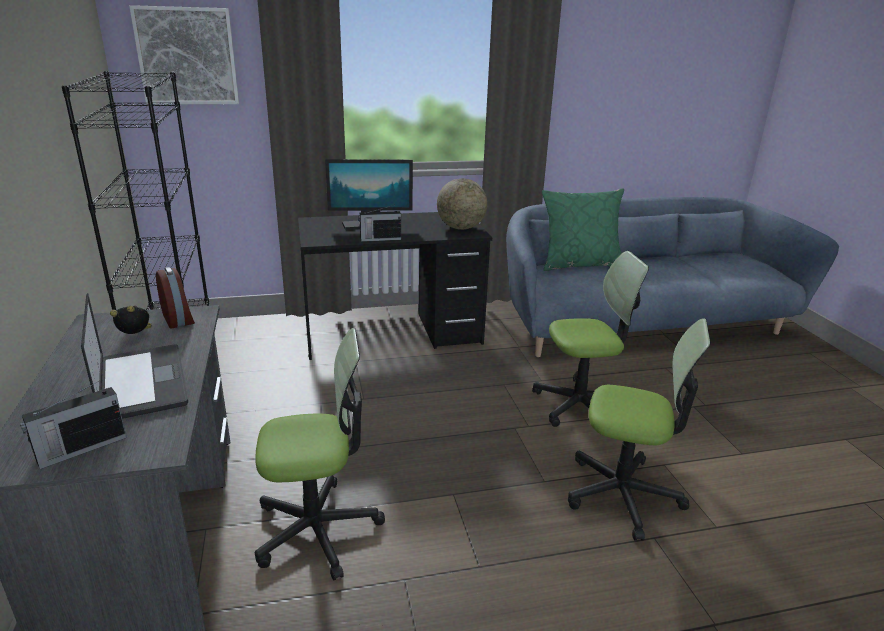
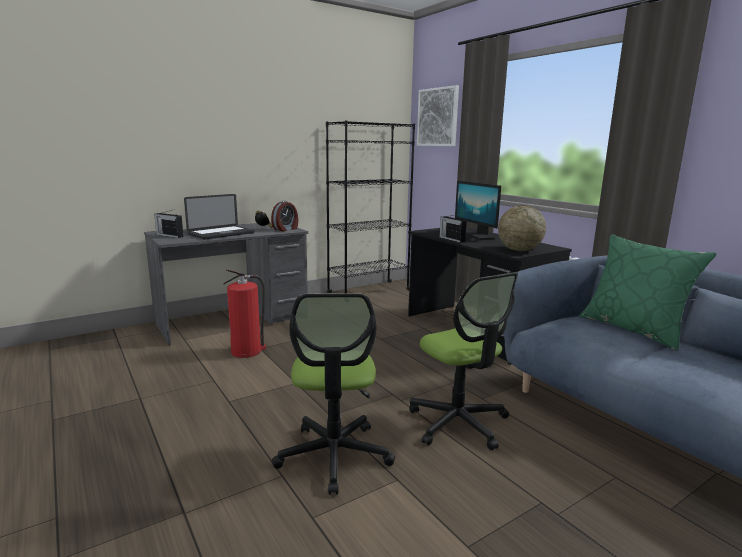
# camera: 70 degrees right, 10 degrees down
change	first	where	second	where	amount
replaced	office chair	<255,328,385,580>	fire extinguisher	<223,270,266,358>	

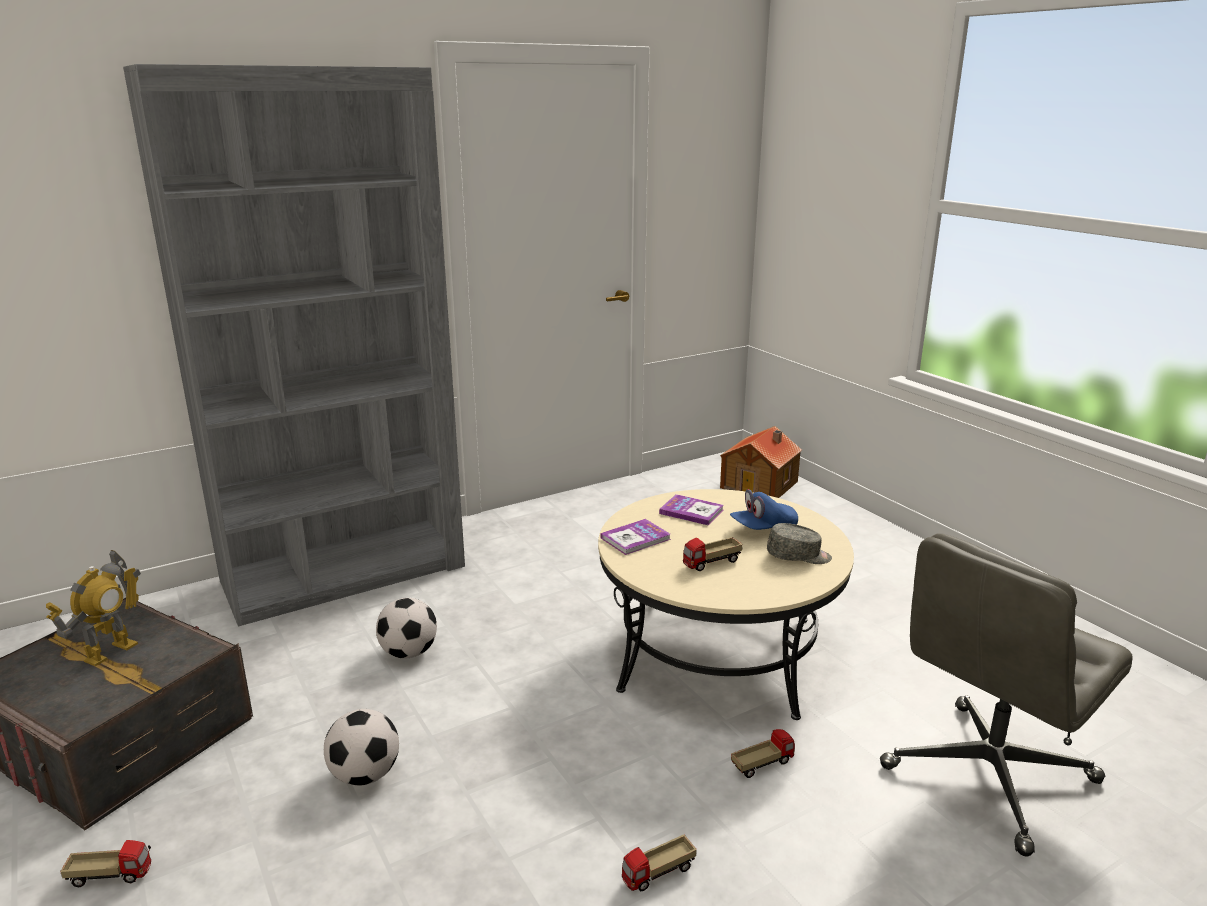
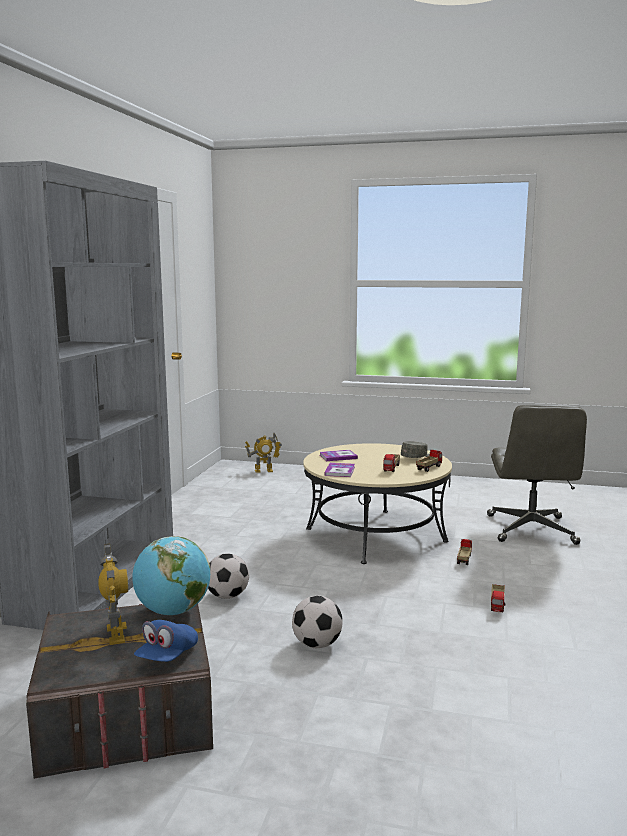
# camera: 45 degrees left, 10 degrees down
change	first	where	second	where	amount
added			globe	<132,536,210,615>	
moved	toy truck	<60,840,151,887>		<416,450,442,472>	
moved	blue cap	<730,489,798,530>		<134,620,198,662>	
replaced	toy house	<720,426,802,498>	toy robot	<245,433,282,473>	

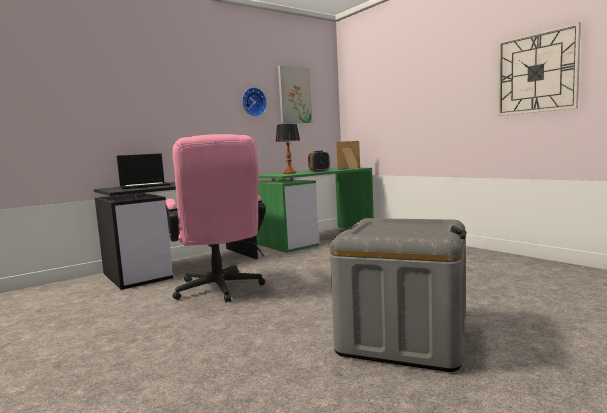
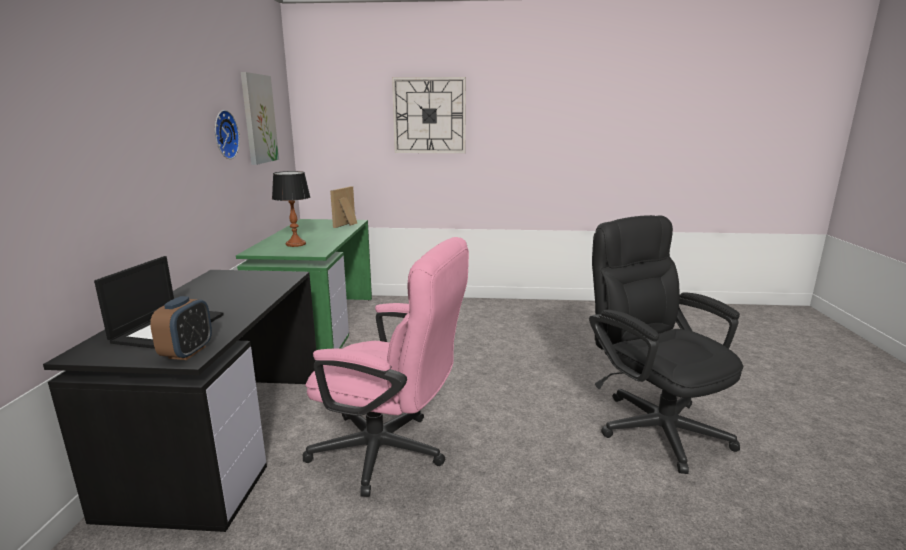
# camera: 50 degrees left, 10 degrees up
change	first	where	second	where	amount
moved	alarm clock	<308,151,330,172>		<150,296,212,360>	
moved	wall clock	<497,22,581,116>		<392,77,466,153>	
replaced	grey storage box	<330,218,466,372>	black office chair	<589,215,743,474>	

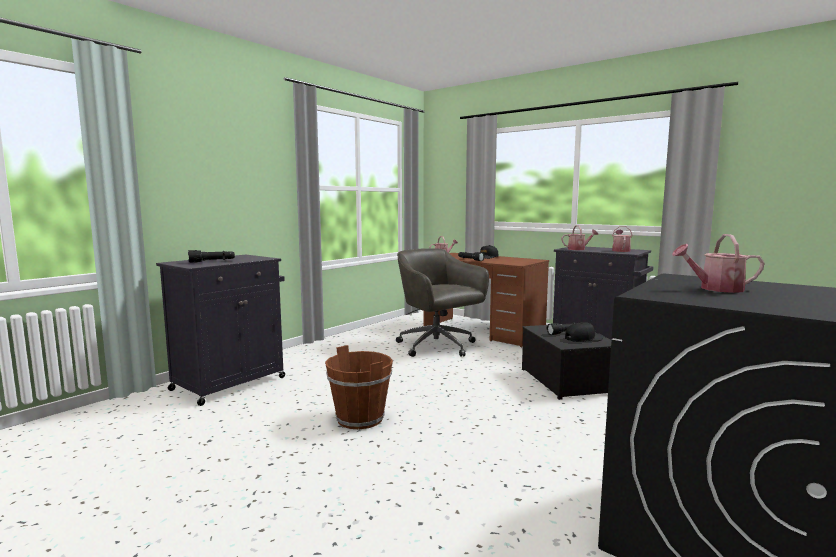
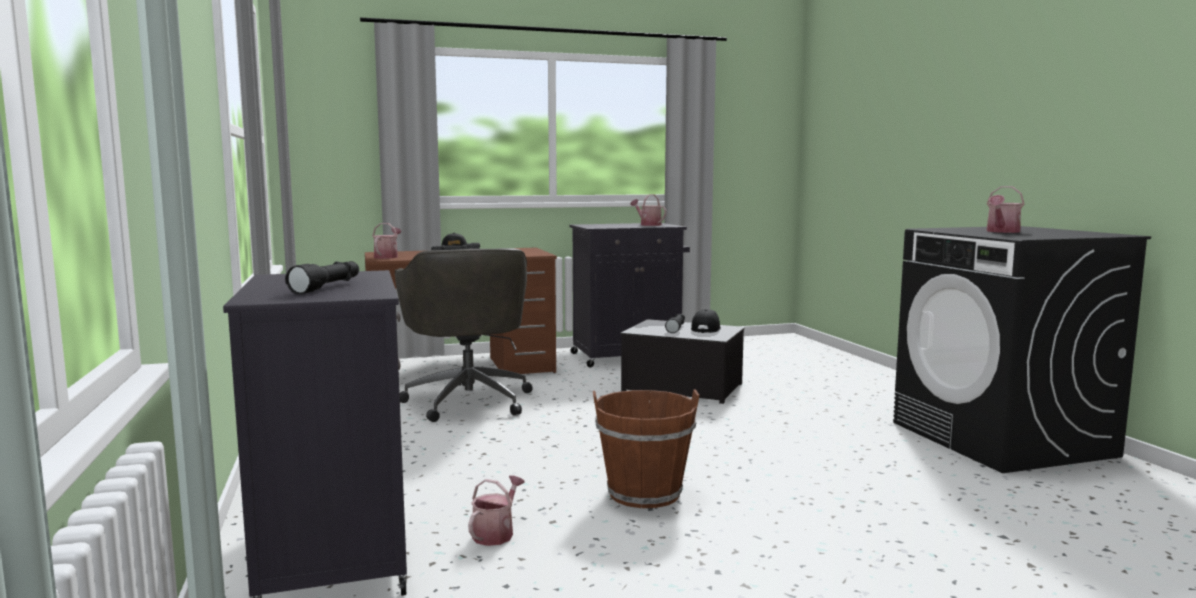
# camera: 55 degrees left, 0 degrees up
change	first	where	second	where	amount
moved	watering can	<562,225,598,250>		<468,475,525,546>	
turned	grey office chair	<396,248,489,357>		<395,248,533,422>	105 degrees counterclockwise

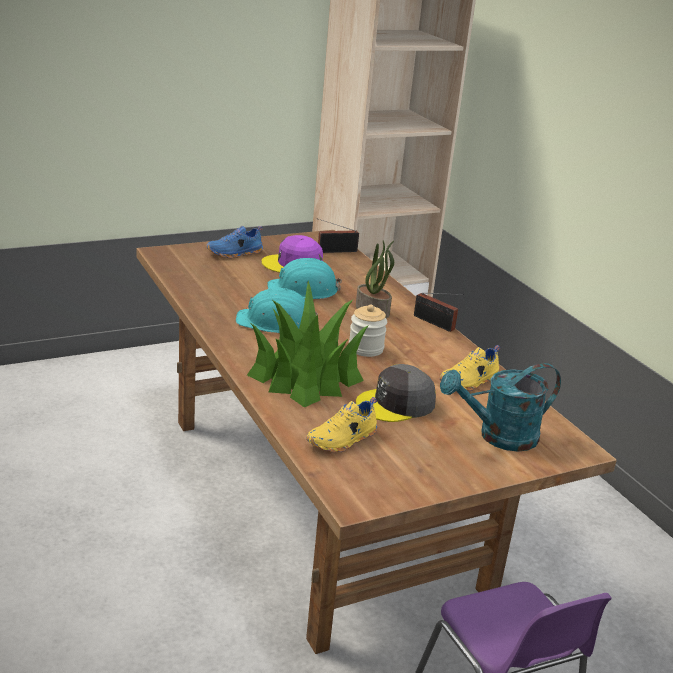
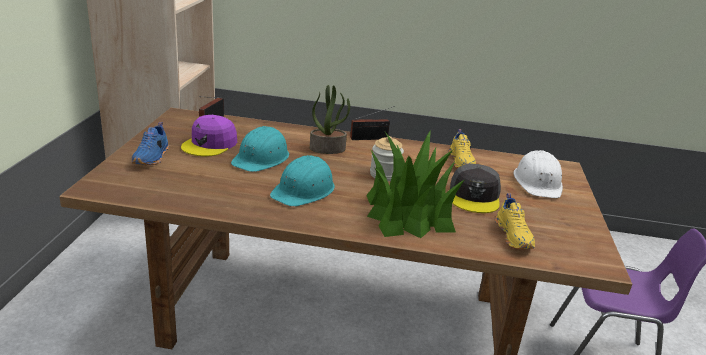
# camera: 55 degrees left, 0 degrees up
change	first	where	second	where	amount
replaced	turquoise watering can	<440,363,561,452>	white hard hat	<513,150,563,198>	

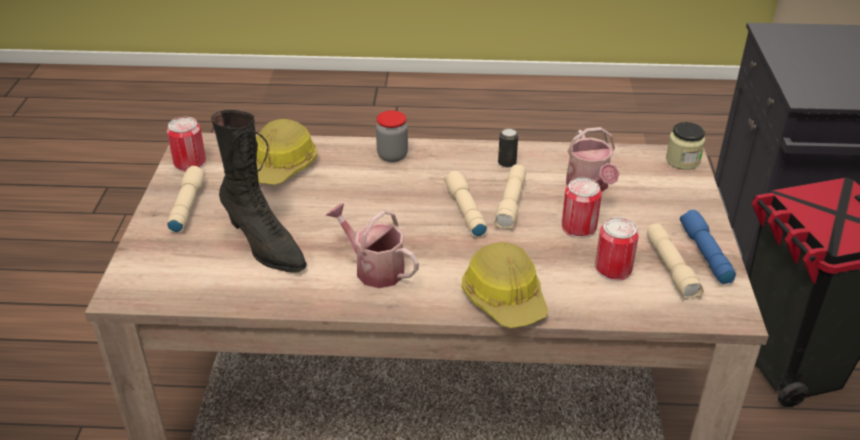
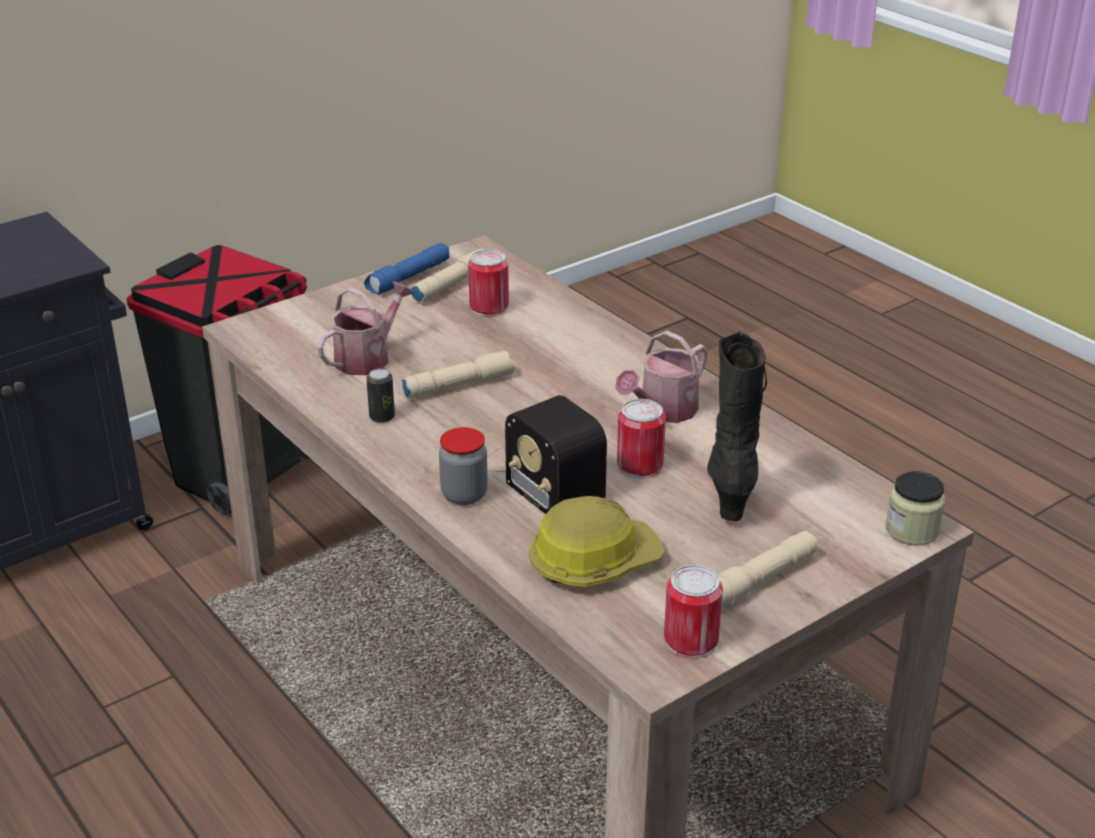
# camera: 130 degrees left, 5 degrees down
change	first	where	second	where	amount
removed	beige flashlight	<444,171,487,237>			
removed	hard hat	<461,242,549,328>			
added			radio	<487,395,607,514>	
moved	can	<562,178,602,238>		<617,399,666,478>	
moved	jar	<666,122,705,170>		<886,471,945,546>	
turned	watering can	<326,203,419,288>		<615,331,708,423>	45 degrees clockwise

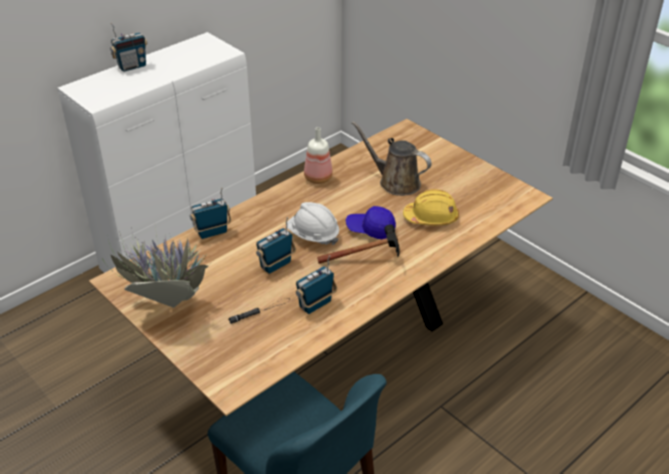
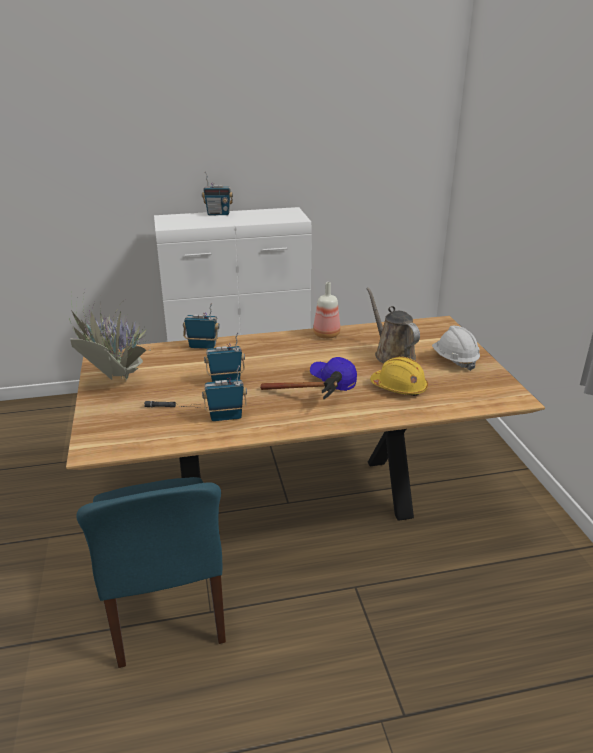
# camera: 30 degrees right, 10 degrees down
change	first	where	second	where	amount
moved	white hard hat	<287,202,339,245>		<432,326,480,371>	

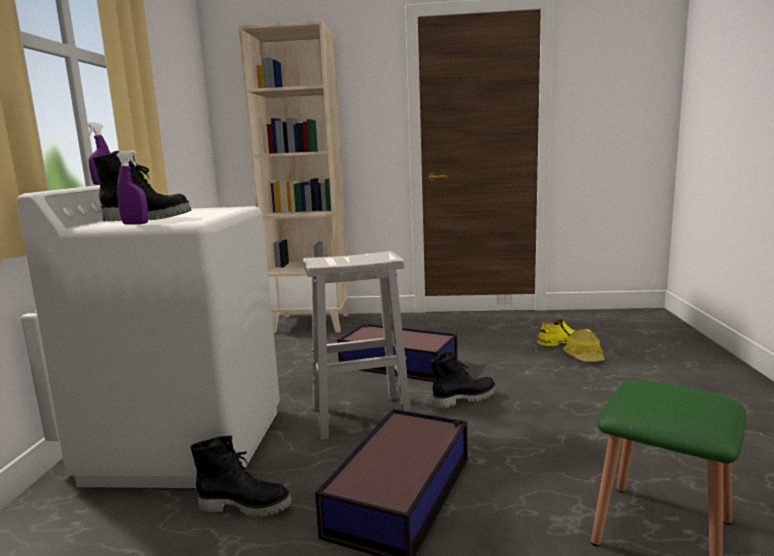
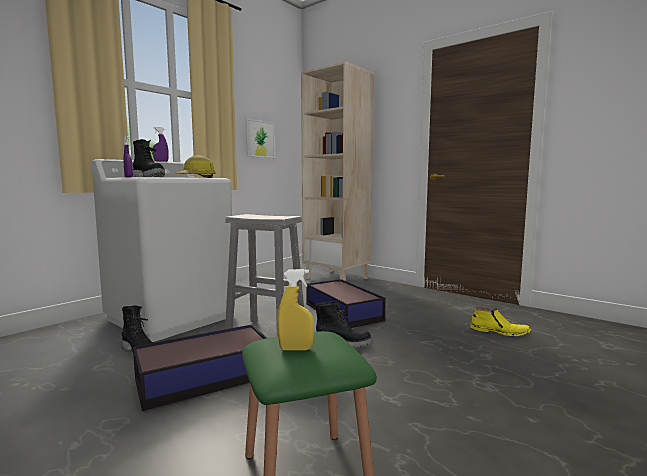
# camera: 35 degrees right, 5 degrees down
change	first	where	second	where	amount
added			picture	<246,119,275,158>	
added			yellow spray bottle	<277,269,314,351>	
moved	hard hat	<563,329,605,362>		<176,155,216,178>	

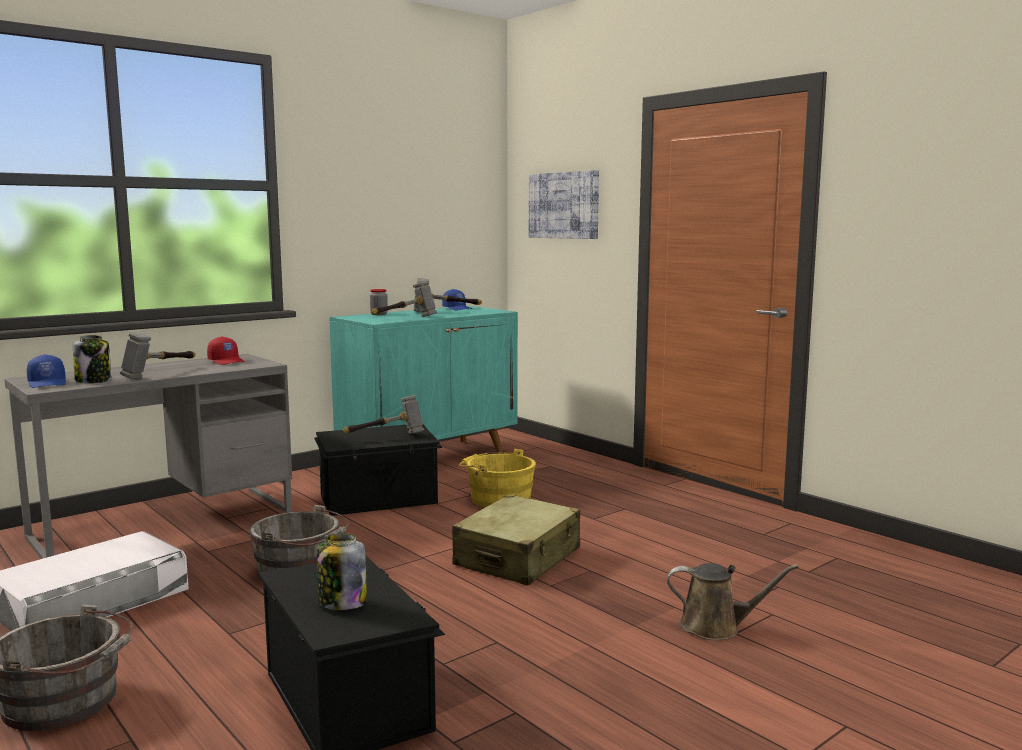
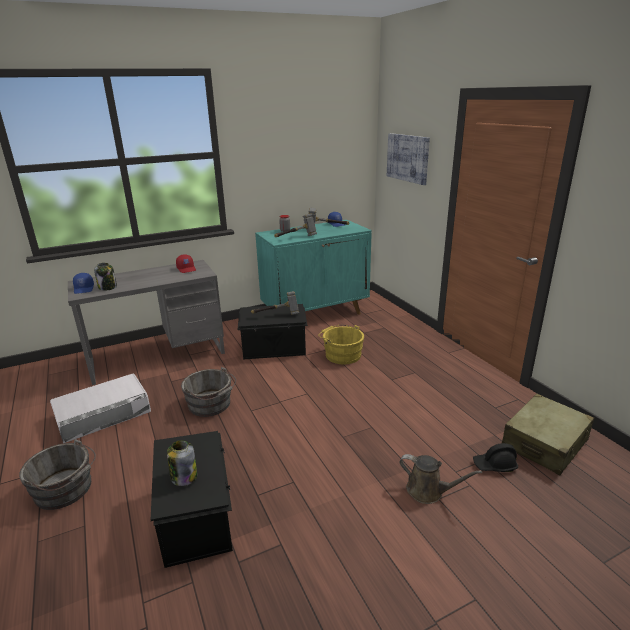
# camera: 15 degrees right, 15 degrees up
change	first	where	second	where	amount
removed	hammer	<120,333,195,379>			
added			black hard hat	<473,443,518,472>	
moved	beige suitcase	<452,494,580,586>		<502,393,594,475>	

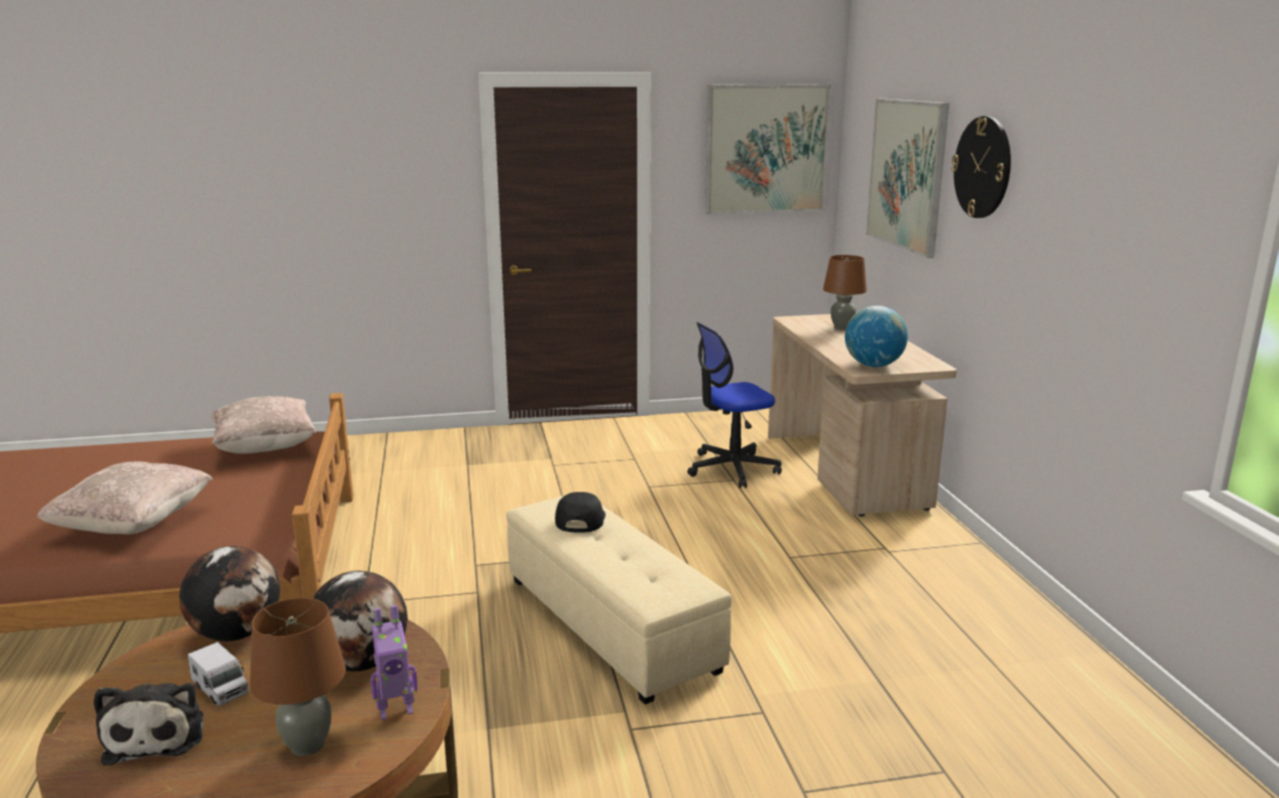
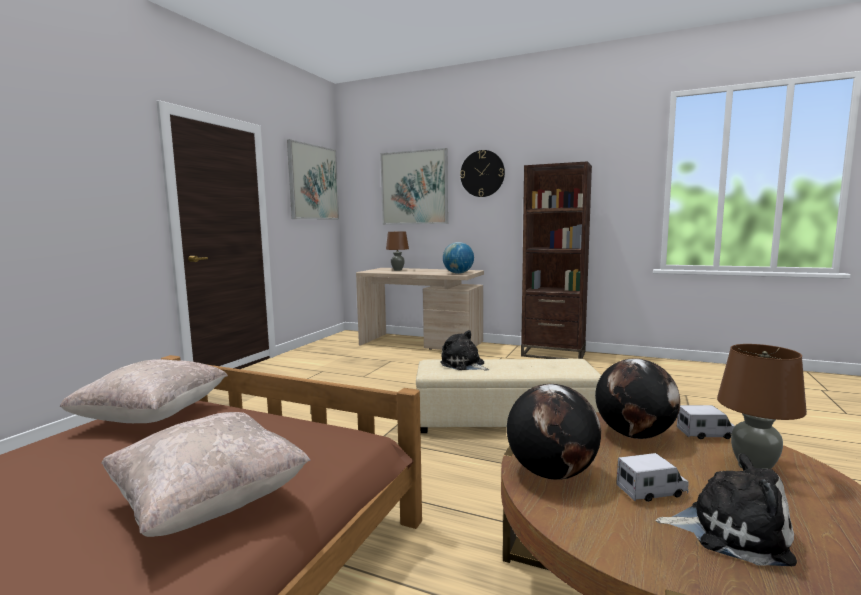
# camera: 55 degrees left, 10 degrees down
change	first	where	second	where	amount
removed	office chair	<687,322,782,488>			
added			brown bookcase	<521,161,592,359>	
replaced	toy robot	<370,605,418,720>	toy truck	<677,405,735,439>	
replaced	black cap	<555,492,606,533>	plush toy	<440,330,490,371>	

